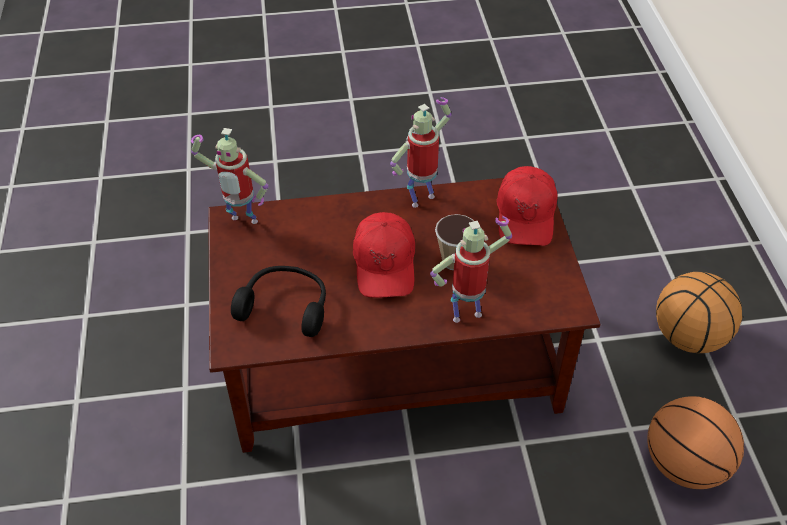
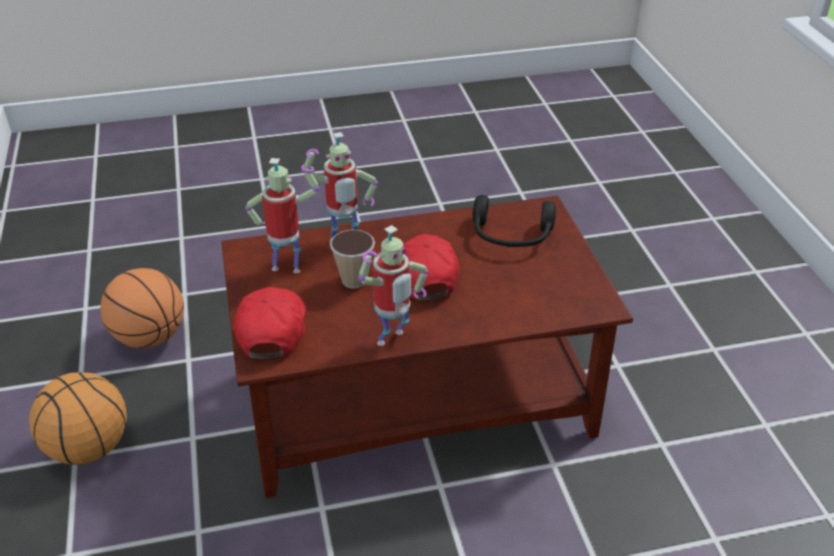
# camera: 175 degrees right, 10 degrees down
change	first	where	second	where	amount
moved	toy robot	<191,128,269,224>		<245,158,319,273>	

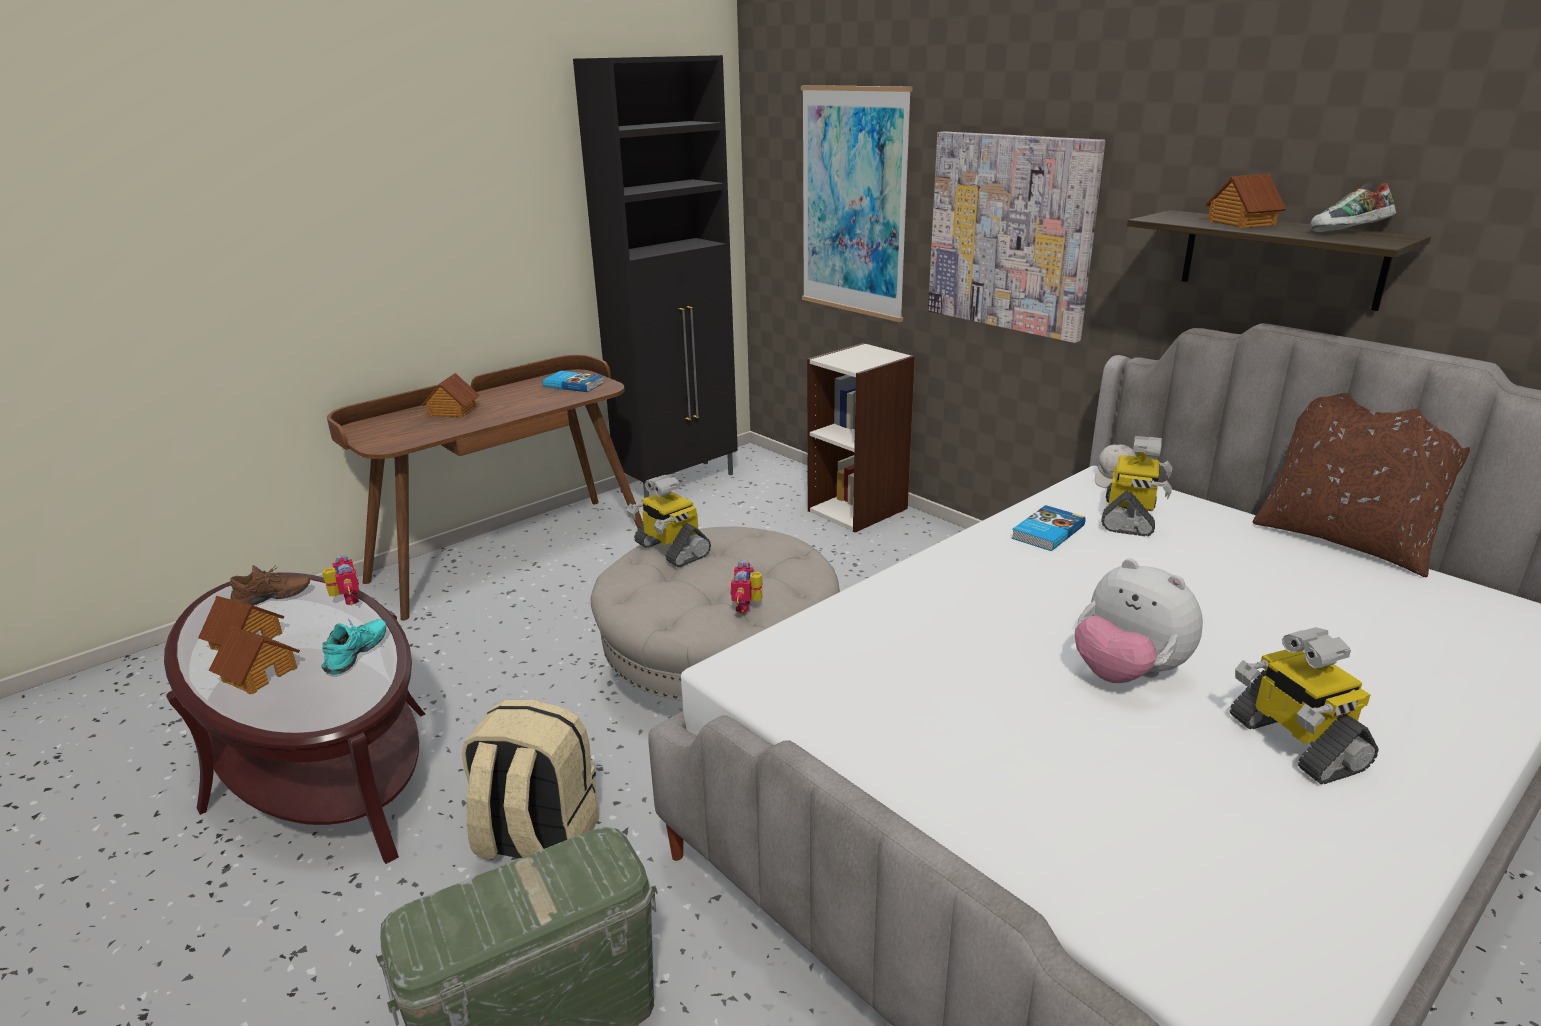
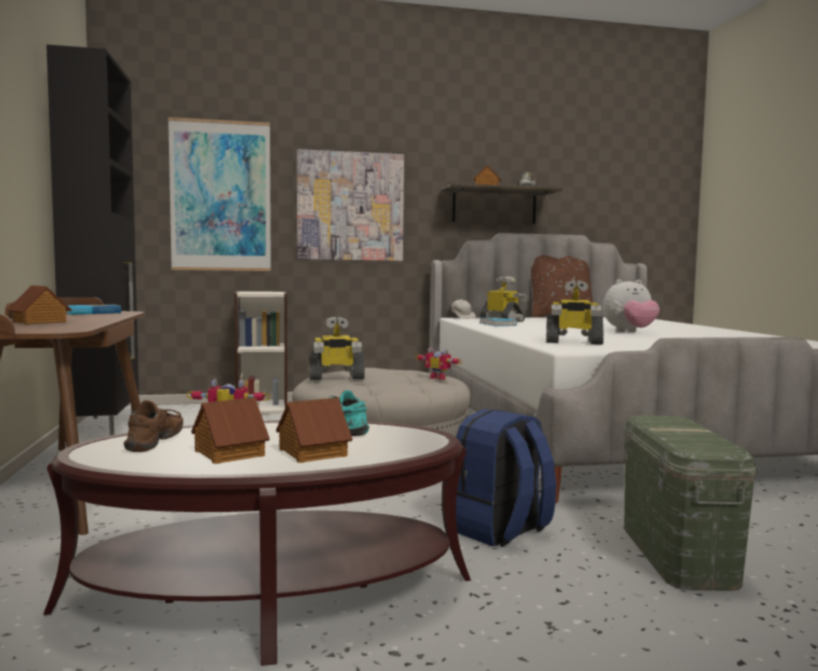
# camera: 60 degrees left, 20 degrees down
change	first	where	second	where	amount
moved	toy robot	<1230,627,1379,785>		<546,280,604,345>	
recoloured	beige backpack	<462,699,599,860>	blue backpack	<456,409,556,547>	

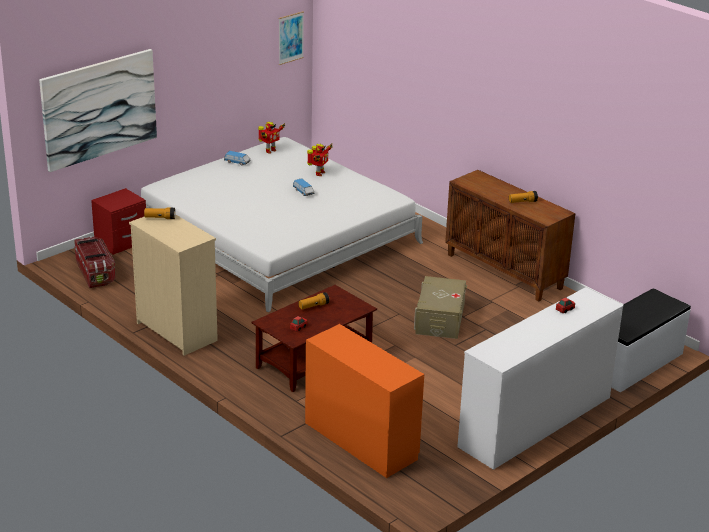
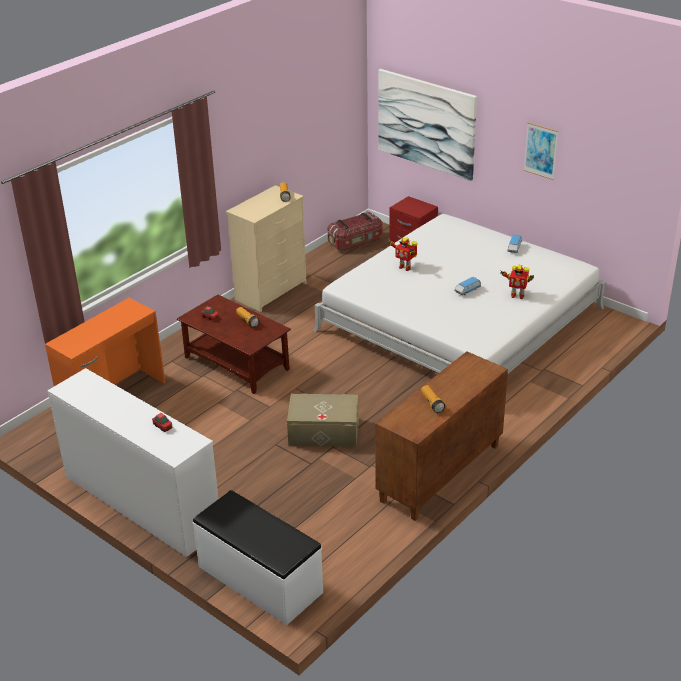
# camera: 85 degrees right, 5 degrees up
change	first	where	second	where	amount
moved	toy robot	<258,122,285,154>		<388,237,417,271>	
moved	picture	<279,11,304,65>		<524,122,558,180>	

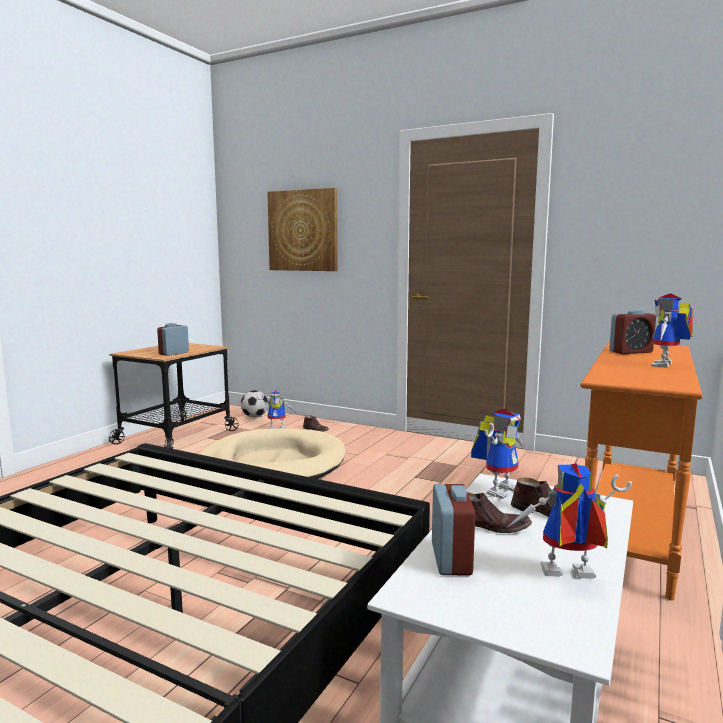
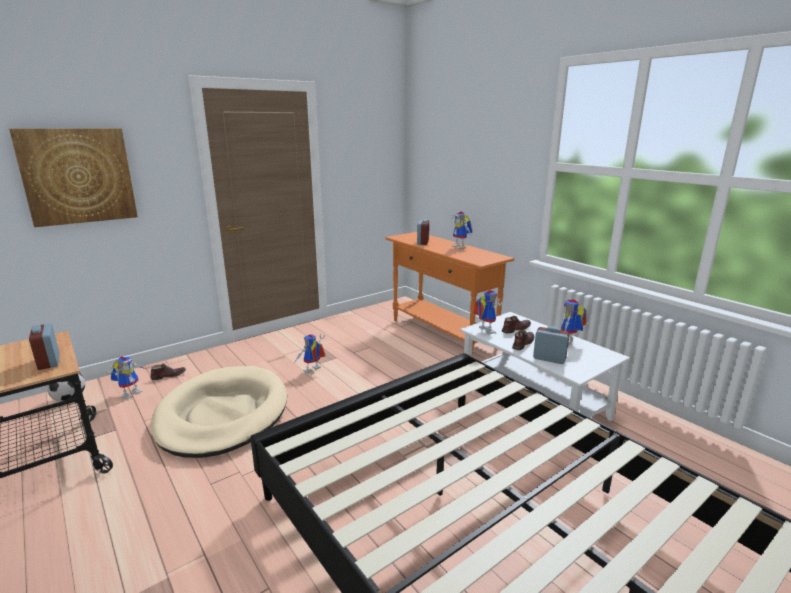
# camera: 65 degrees left, 10 degrees up
change	first	where	second	where	amount
added			toy robot	<295,334,325,373>	

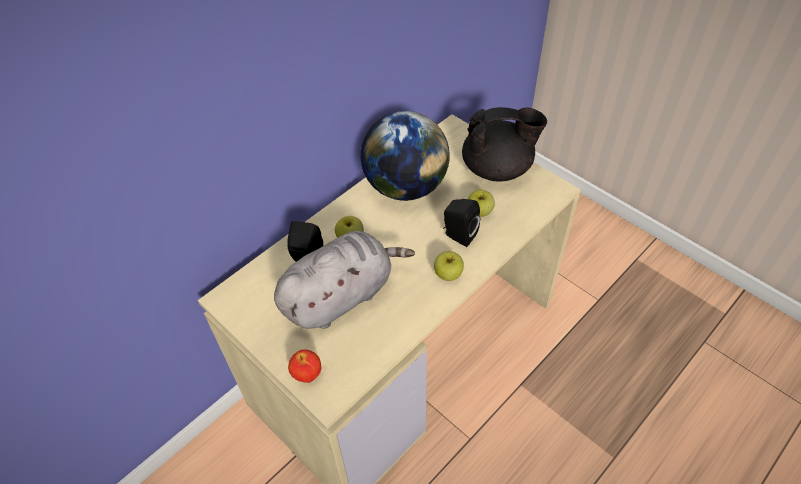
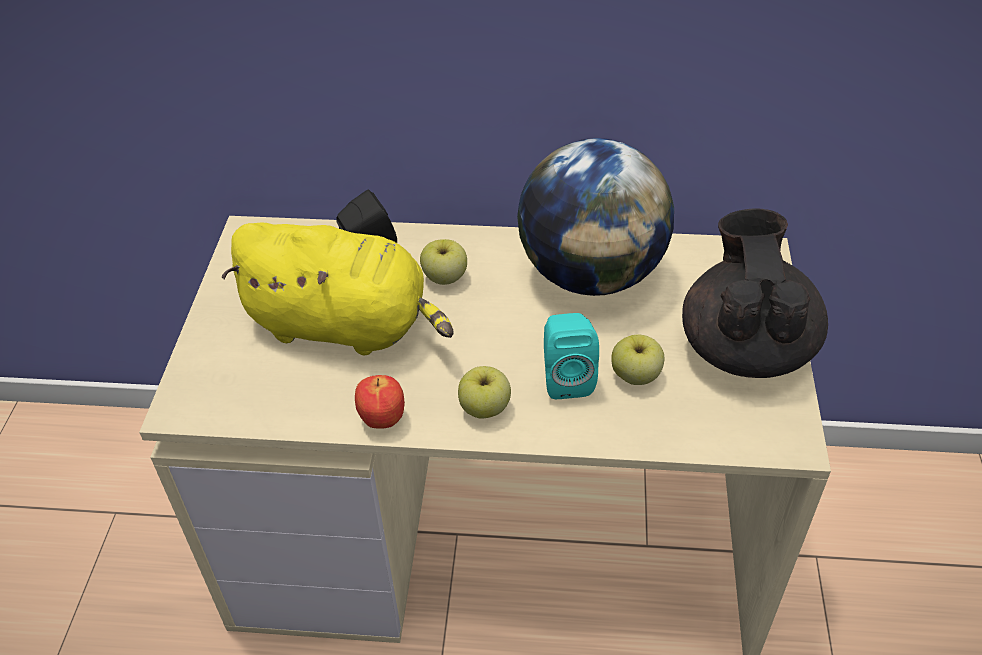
# camera: 50 degrees right, 5 degrees down
change	first	where	second	where	amount
moved	apple	<288,349,321,383>		<355,375,405,429>	
recoloured	grey plush toy	<274,231,415,329>	yellow plush toy	<221,222,453,355>	
recoloured	black speaker	<443,199,480,247>	turquoise speaker	<544,313,599,399>	
turned	black teapot	<462,107,547,181>		<682,208,828,378>	135 degrees counterclockwise

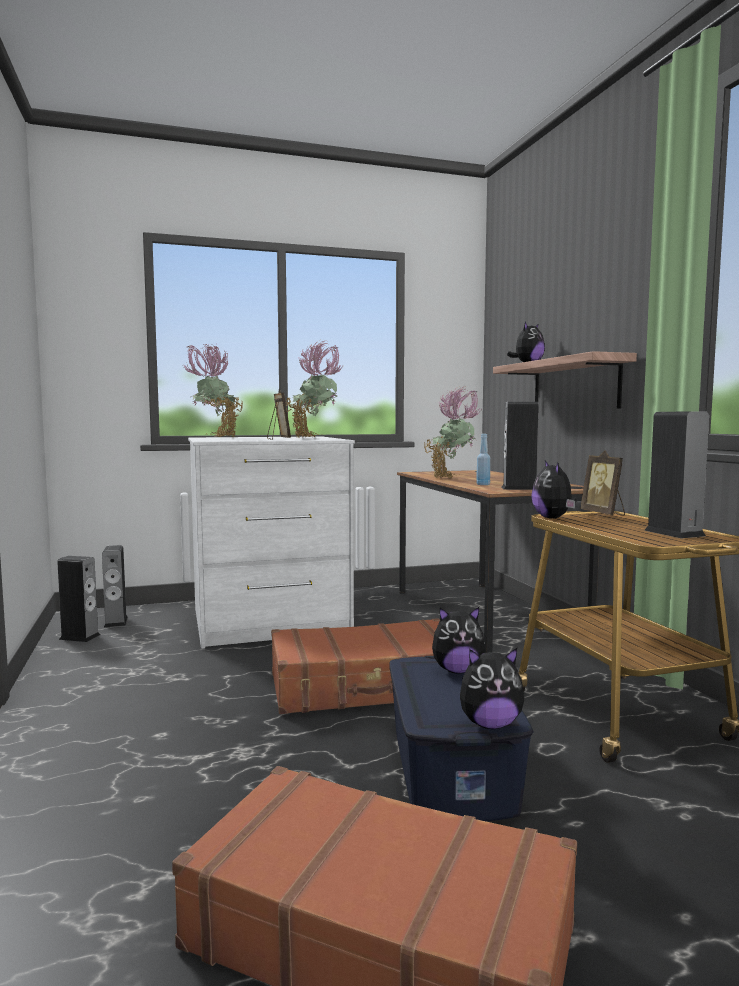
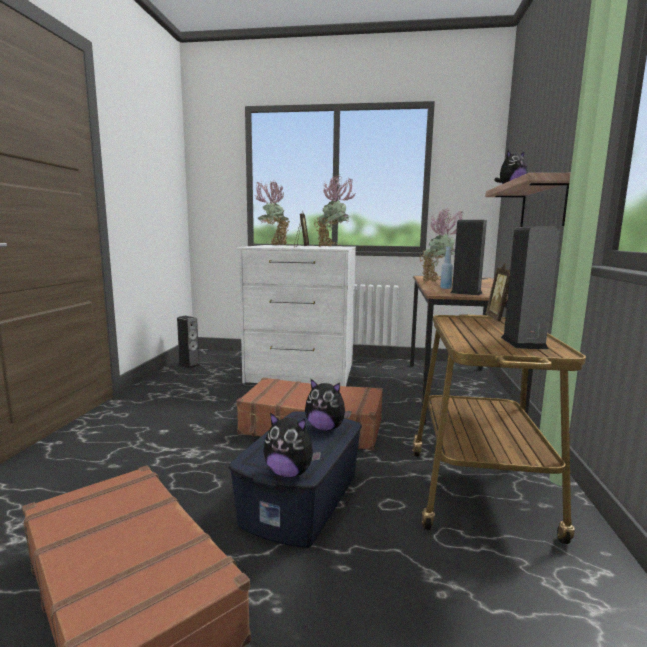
# camera: 25 degrees right, 5 degrees up
change	first	where	second	where	amount
removed	speaker	<102,545,128,628>			
removed	plush toy	<531,461,577,519>			

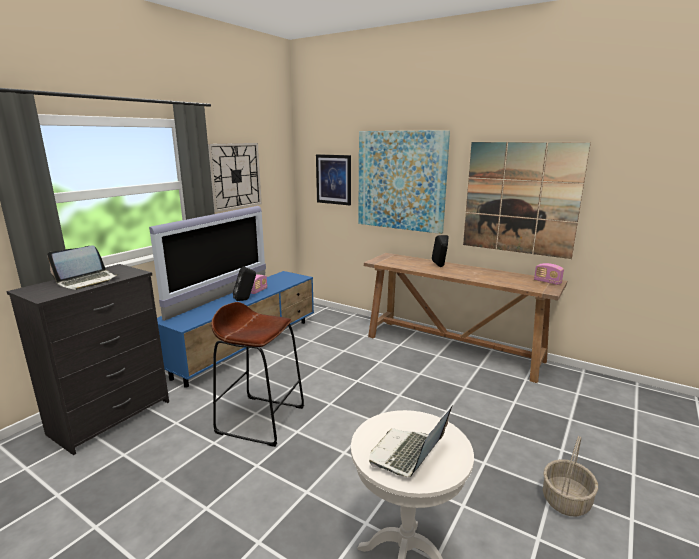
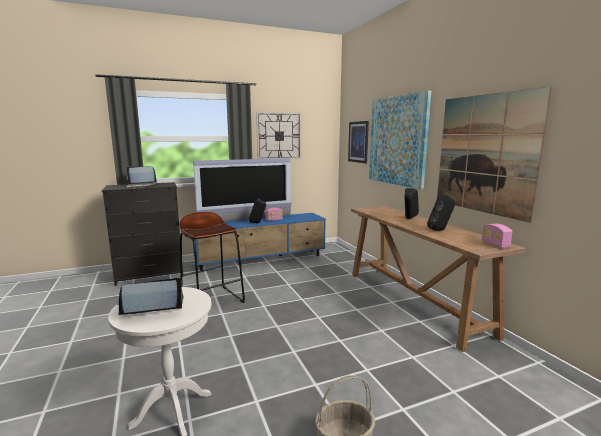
# camera: 35 degrees right, 5 degrees down
change	first	where	second	where	amount
added			black speaker	<427,195,456,231>	

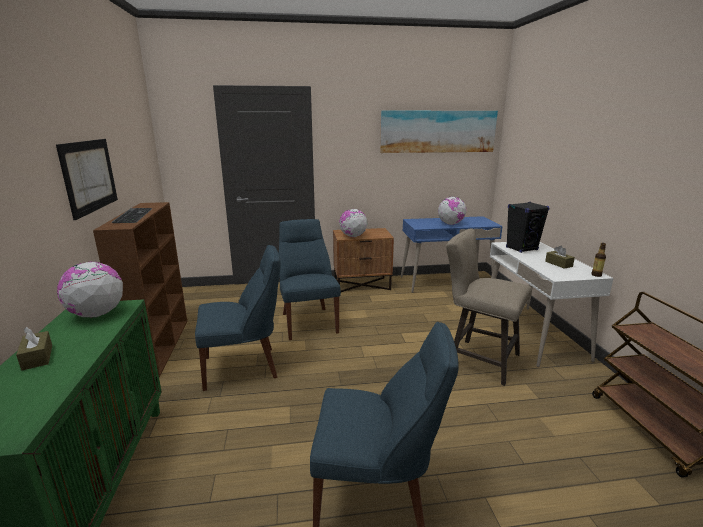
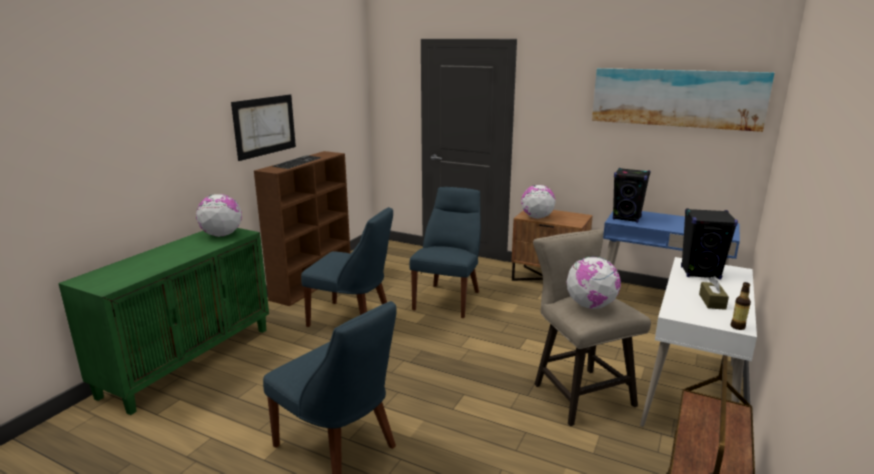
# camera: 35 degrees right, 0 degrees up
change	first	where	second	where	amount
removed	brown tissue box	<16,327,52,370>			
added			black speaker	<613,168,651,223>	
moved	globe	<438,197,466,225>		<566,256,621,309>	

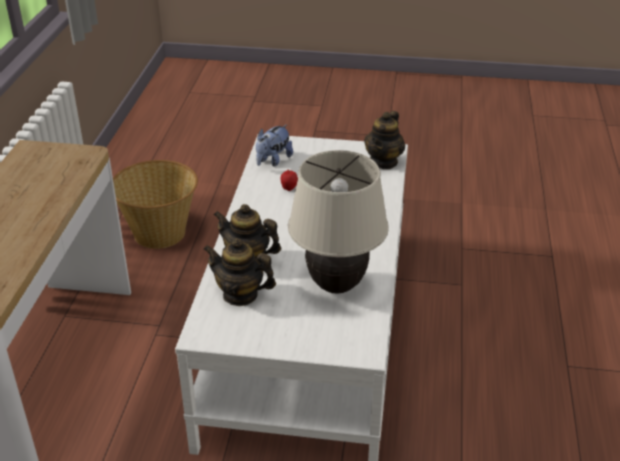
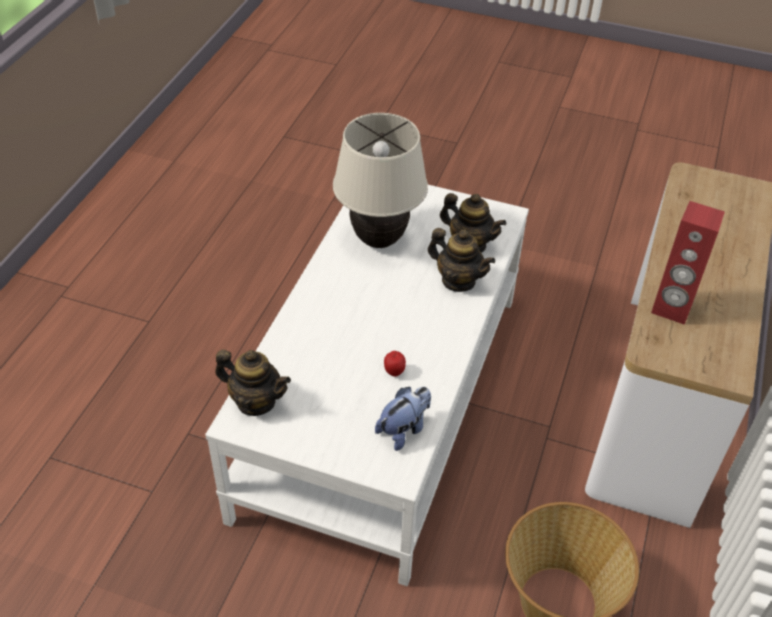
# camera: 170 degrees left, 10 degrees up
change	first	where	second	where	amount
added			red speaker	<651,201,725,325>	
turned	teapot	<364,111,405,169>		<215,350,291,416>	75 degrees clockwise

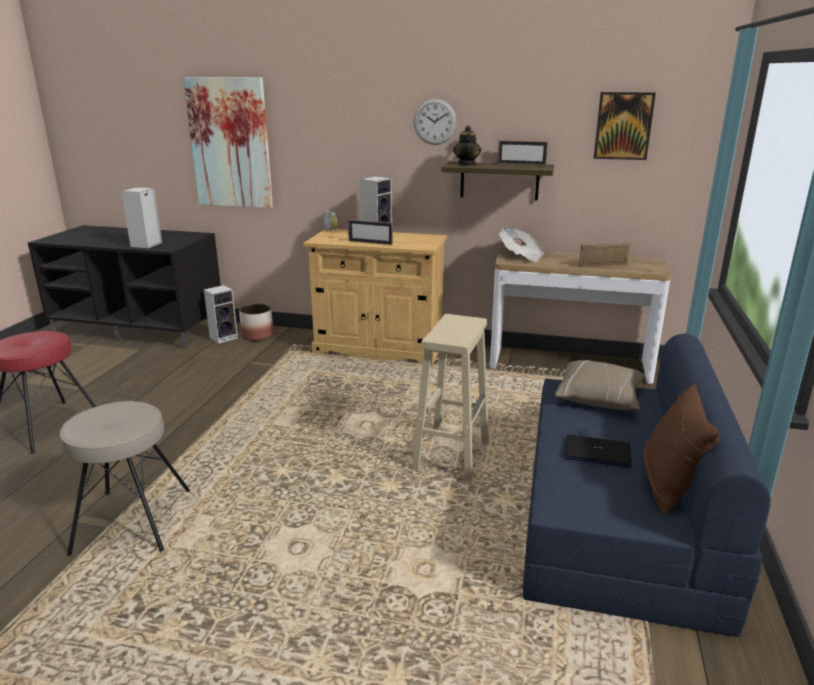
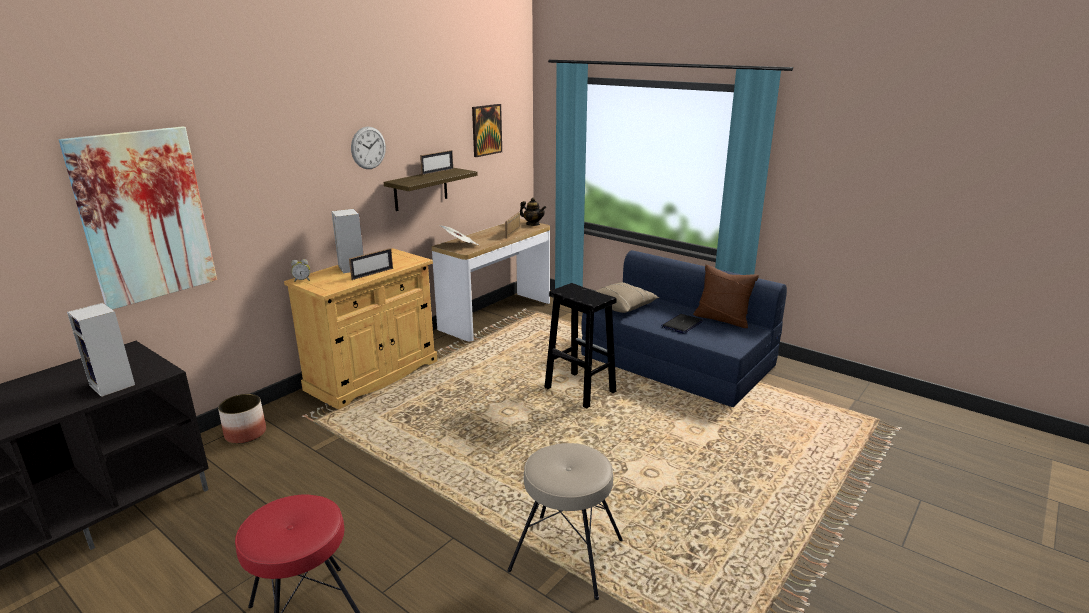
# camera: 65 degrees left, 0 degrees up
change	first	where	second	where	amount
removed	speaker	<204,285,238,344>			
moved	teapot	<453,125,481,165>		<520,198,546,226>	
recoloured	beige stool	<412,314,489,482>	black stool	<544,283,617,408>	

